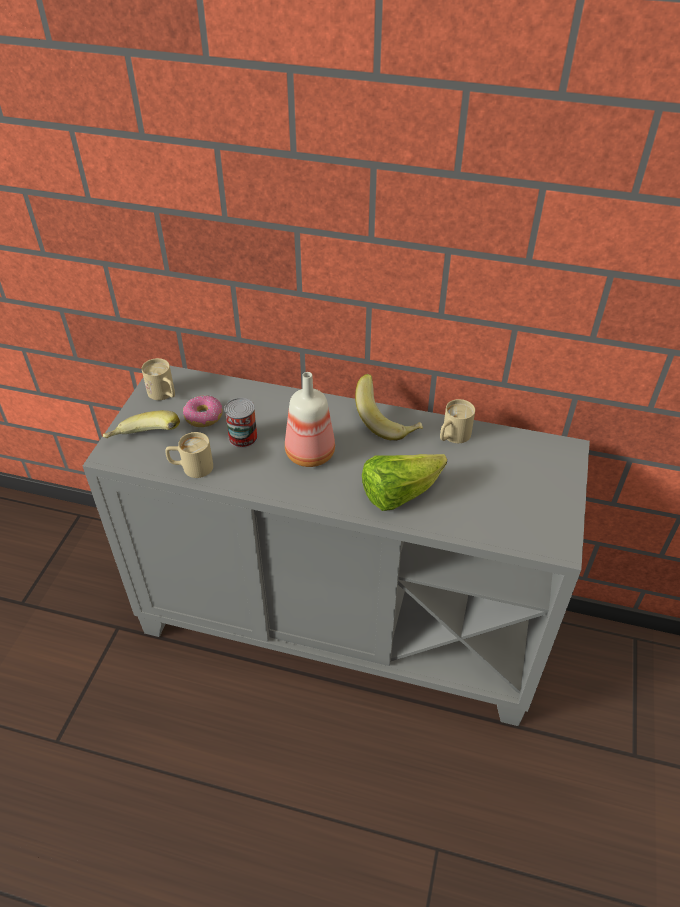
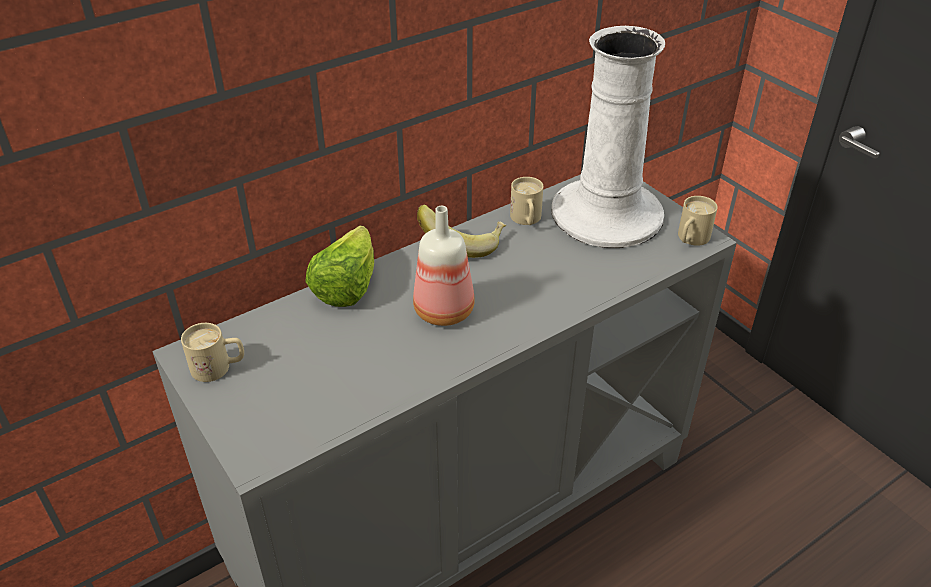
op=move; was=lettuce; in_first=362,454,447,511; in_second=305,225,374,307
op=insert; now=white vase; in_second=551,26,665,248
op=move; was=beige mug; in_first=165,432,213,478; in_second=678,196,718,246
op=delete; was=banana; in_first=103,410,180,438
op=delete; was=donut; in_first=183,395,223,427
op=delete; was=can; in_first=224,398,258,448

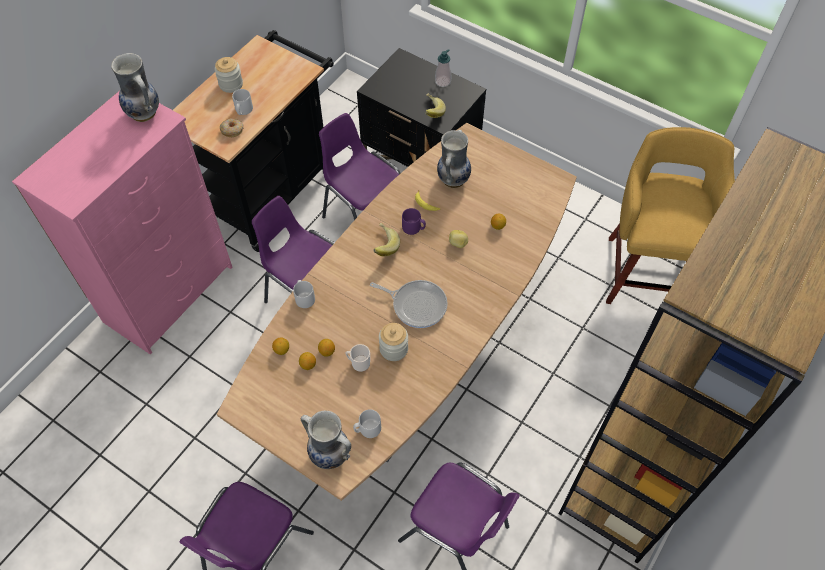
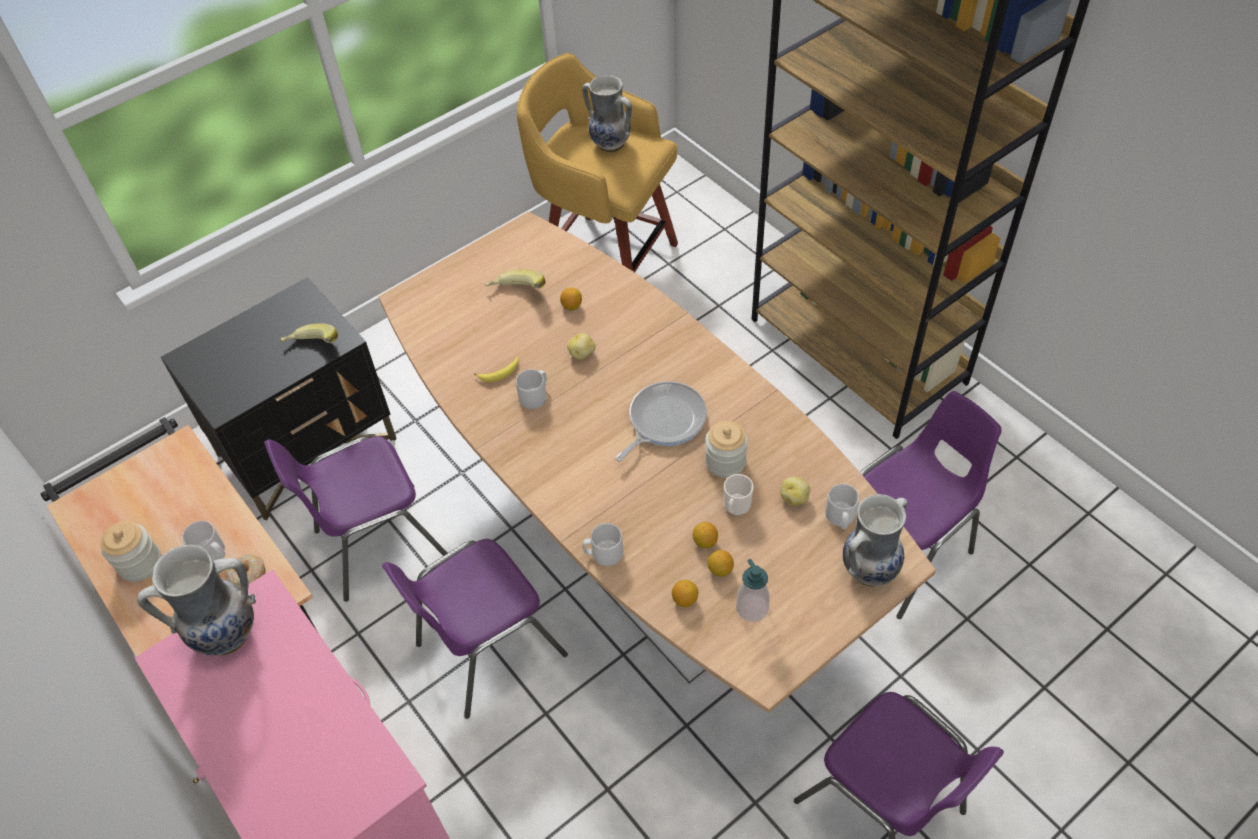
op=move; was=banana; in_first=374,223,400,256; in_second=485,269,545,289
op=recolor; was=purple mug; now=grey mug; in_first=402,208,426,235; in_second=516,369,547,409
op=move; was=vase; in_first=437,130,471,188; in_second=582,75,632,153
op=move; was=soap dispenser; in_first=435,49,451,87; in_second=736,559,769,622
op=insert; now=potato; in_second=780,477,810,506

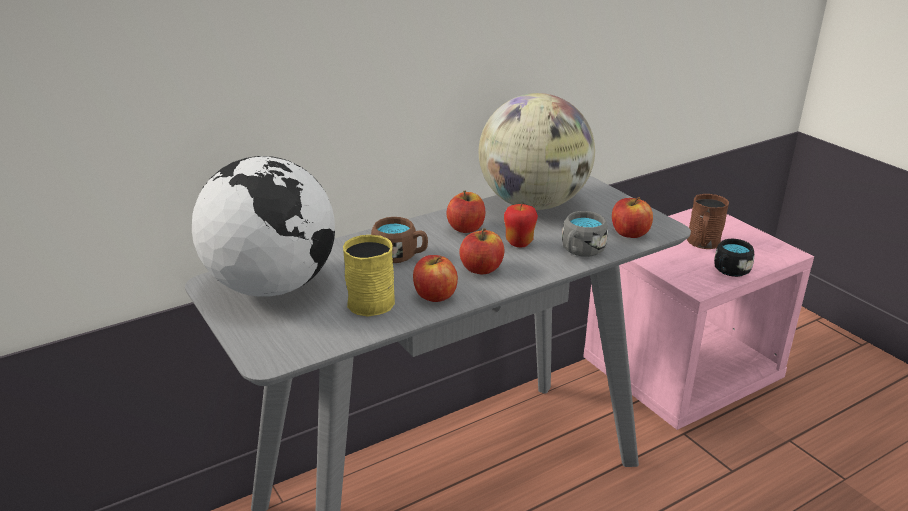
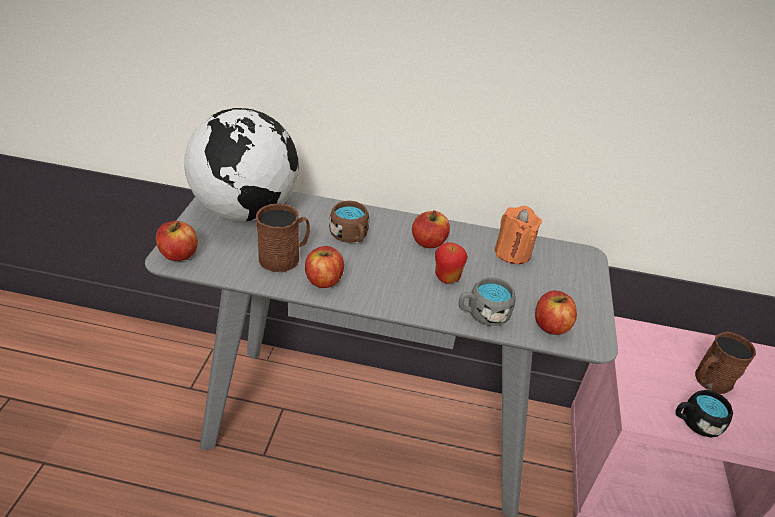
op=move; was=apple; in_first=459,228,504,274; in_second=156,221,198,261
op=recolor; was=yellow mug; now=brown mug; in_first=343,235,395,317; in_second=256,203,310,272
op=replace; was=globe; now=orange candle; in_first=479,93,595,210; in_second=495,206,542,264

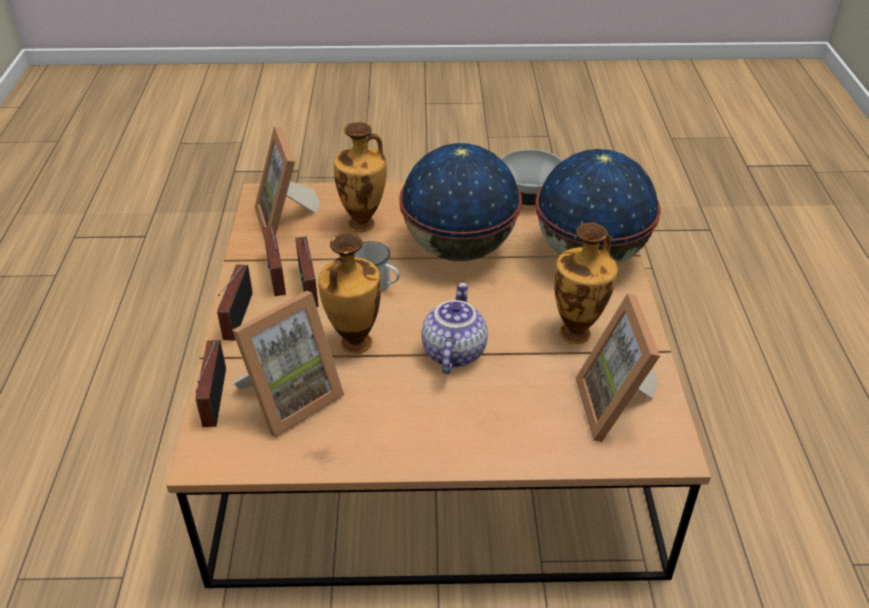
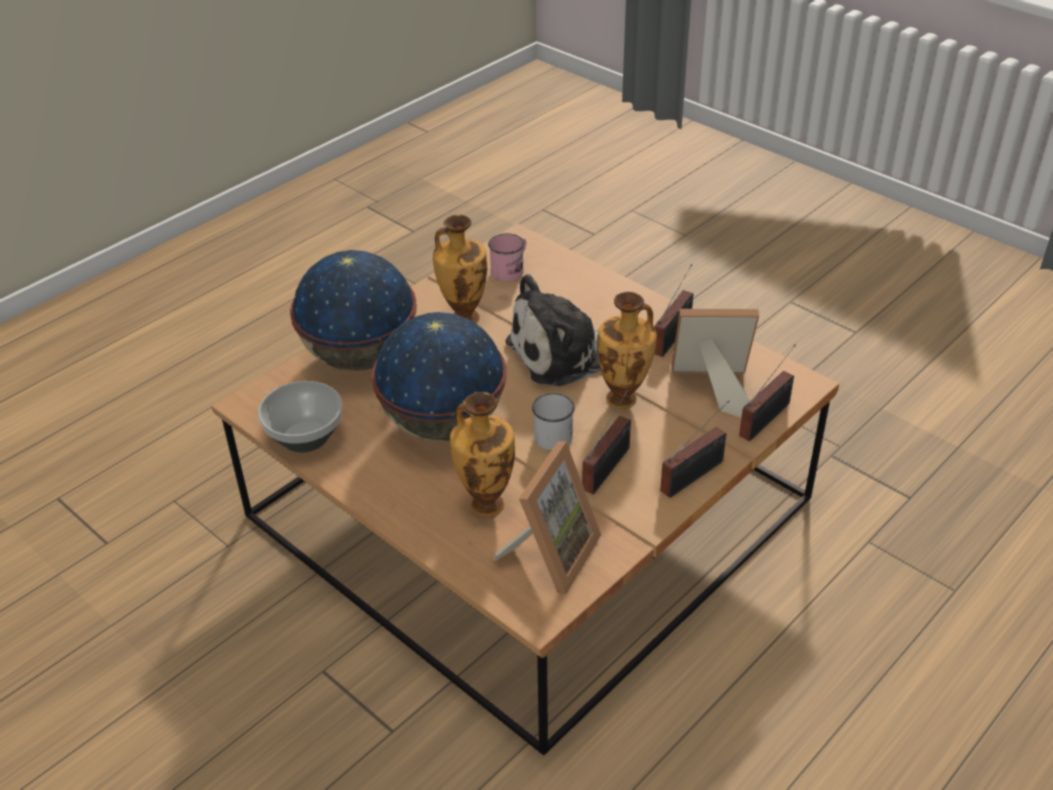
op=replace; was=picture frame; now=pink mug; in_first=575,293,660,442; in_second=488,233,526,282
op=replace; was=teapot; now=plush toy; in_first=422,283,488,374; in_second=505,274,601,386
op=move; was=radio; in_first=263,226,286,296; in_second=654,264,694,357

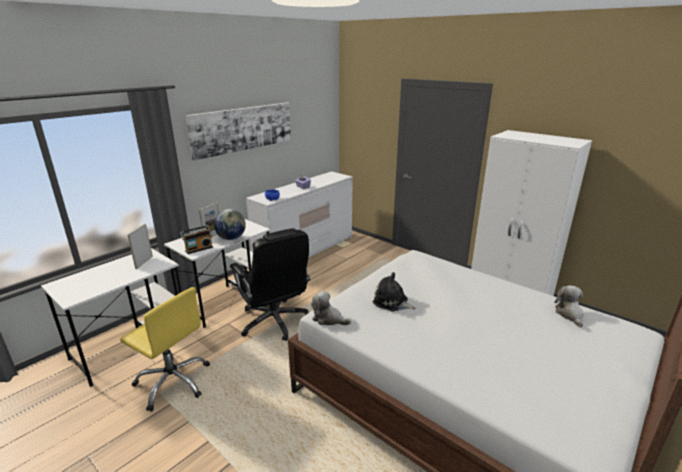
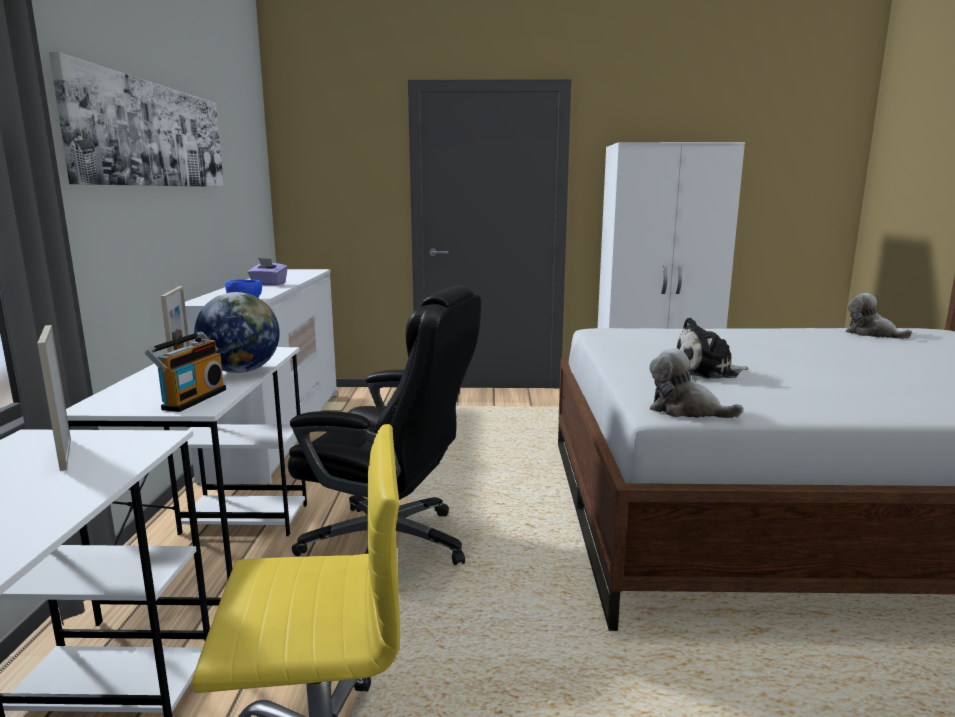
op=rotate; was=plush toy; in_first=311,291,351,325; in_second=649,348,743,418; clockwise=45

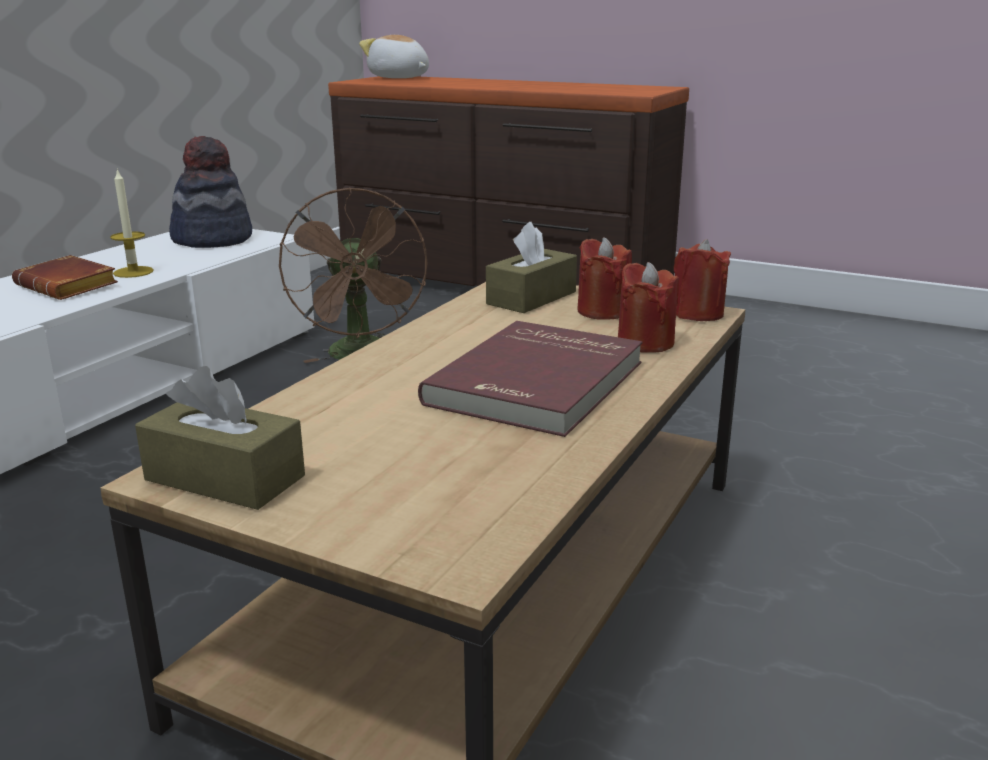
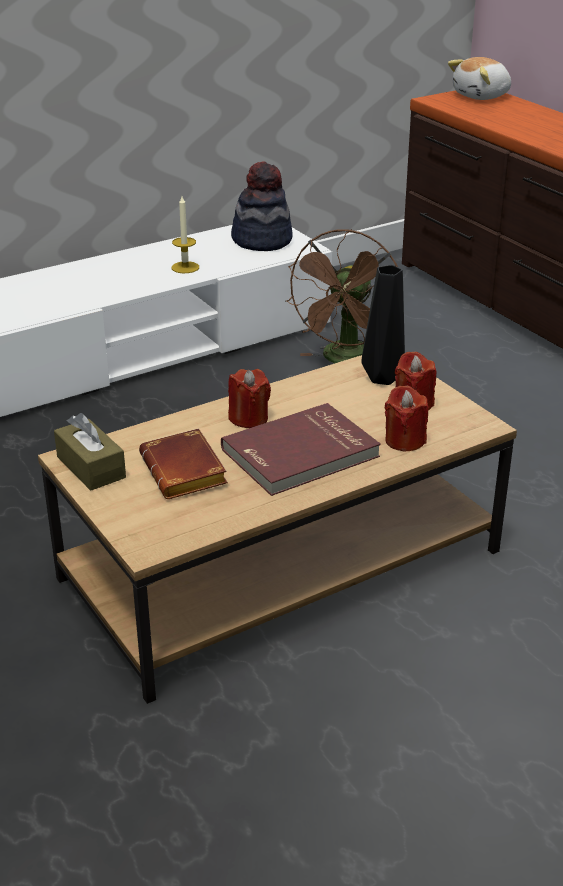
op=move; was=brown book; in_first=12,255,118,300; in_second=139,428,228,499
op=move; was=red candle; in_first=674,239,731,321; in_second=228,369,271,428
op=replace; was=brown tissue box; now=black vase; in_first=486,222,577,313; in_second=361,265,405,385
op=rotate; was=plush toy; in_first=359,35,429,78; in_second=448,57,511,100; clockwise=-105

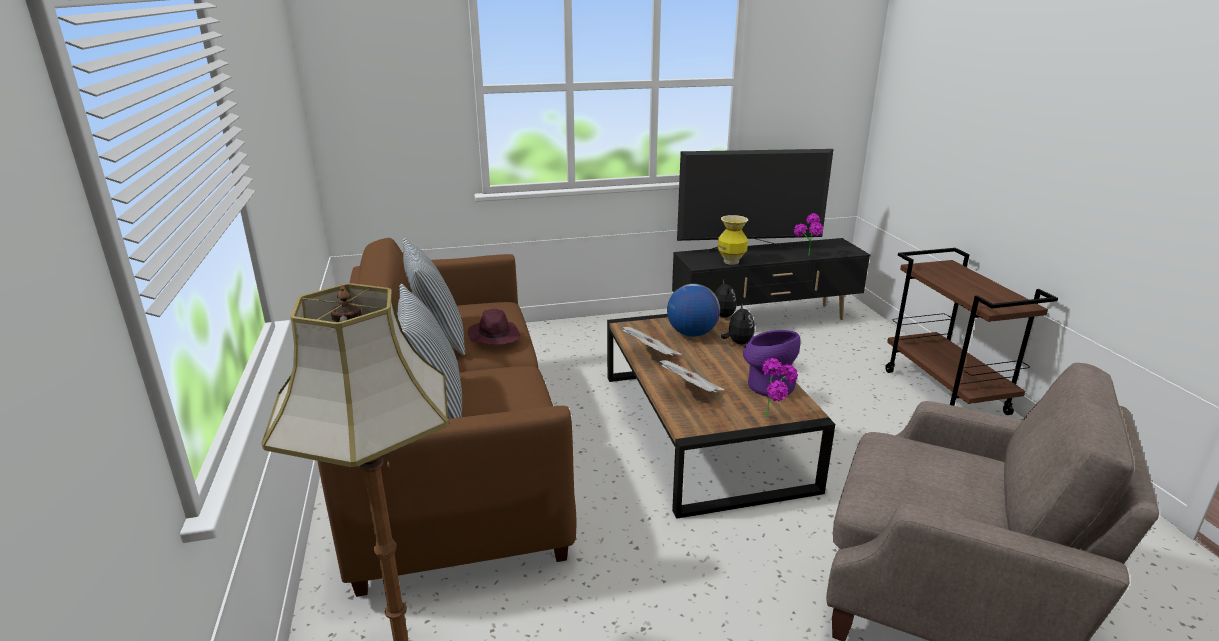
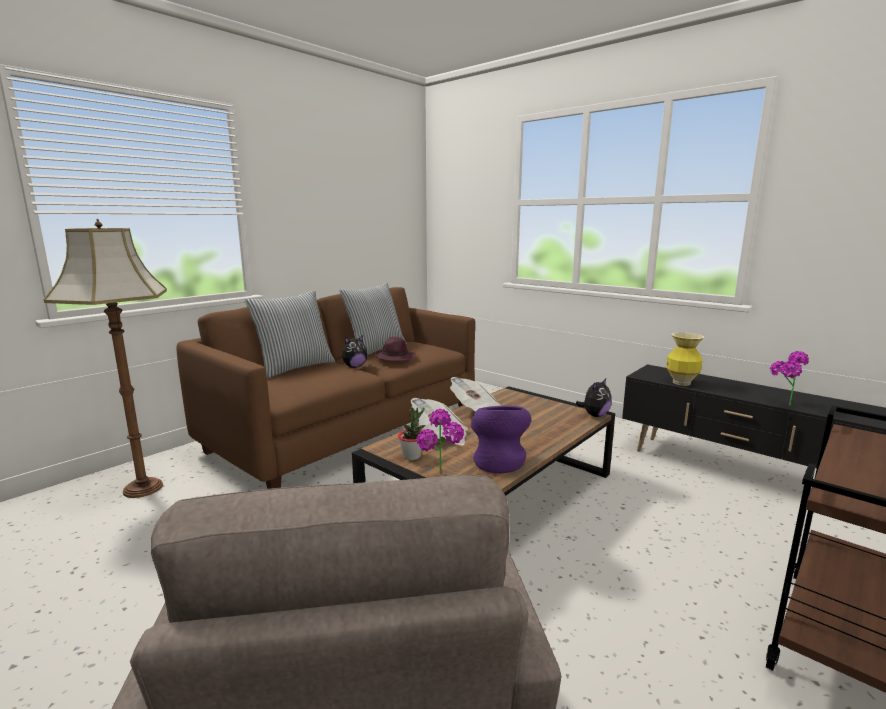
op=move; was=plush toy; in_first=721,303,755,345; in_second=342,335,367,368
op=insert; now=potted plant; in_second=398,408,425,460
op=delete; was=globe; in_first=667,284,720,337
op=delete; was=television; in_first=677,149,834,251

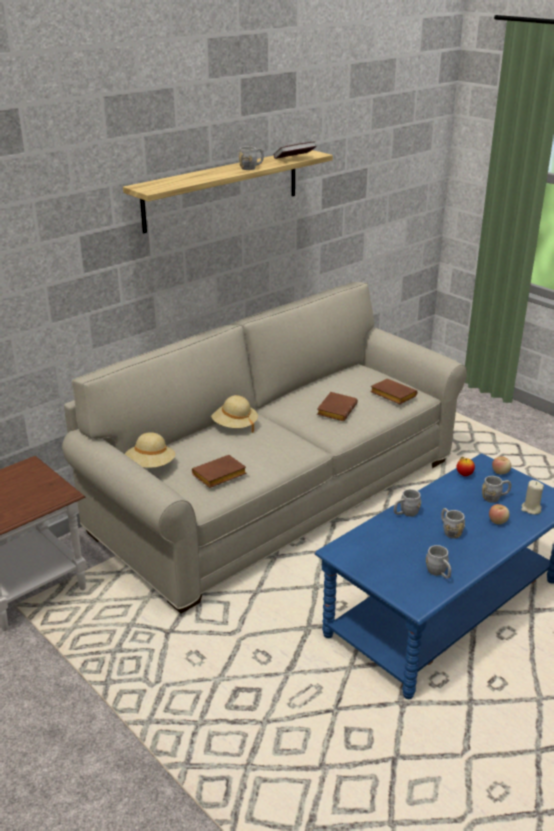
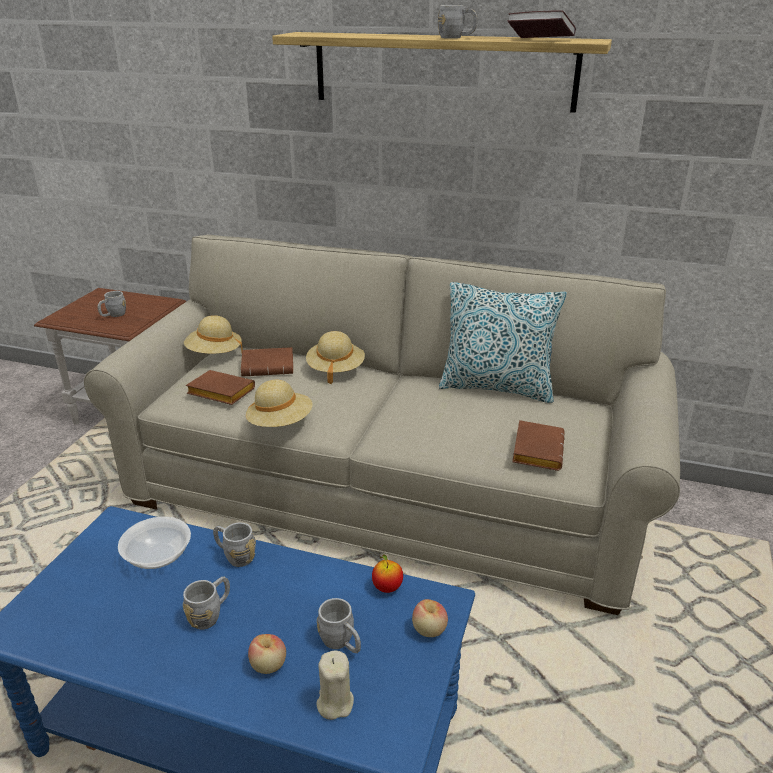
op=move; was=grey mug; in_first=426,545,451,579; in_second=98,291,126,317
op=insert; now=bowl; in_second=118,517,191,569
op=move; was=brown book; in_first=317,392,358,421; in_second=241,347,293,377
op=insert; now=beige hat; in_second=246,380,312,427
op=insert; now=pillow; in_second=439,282,567,403

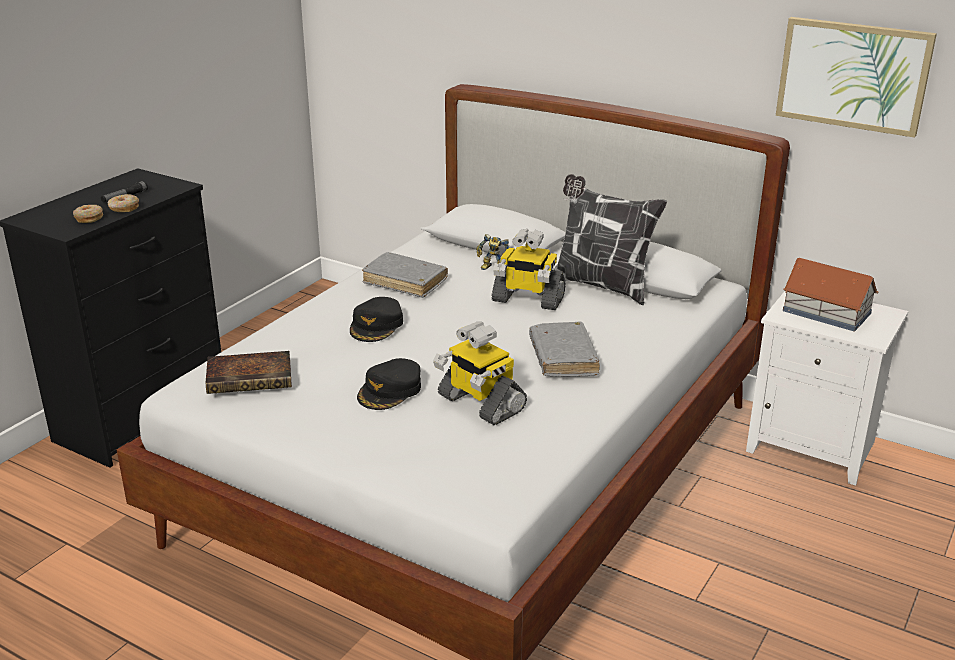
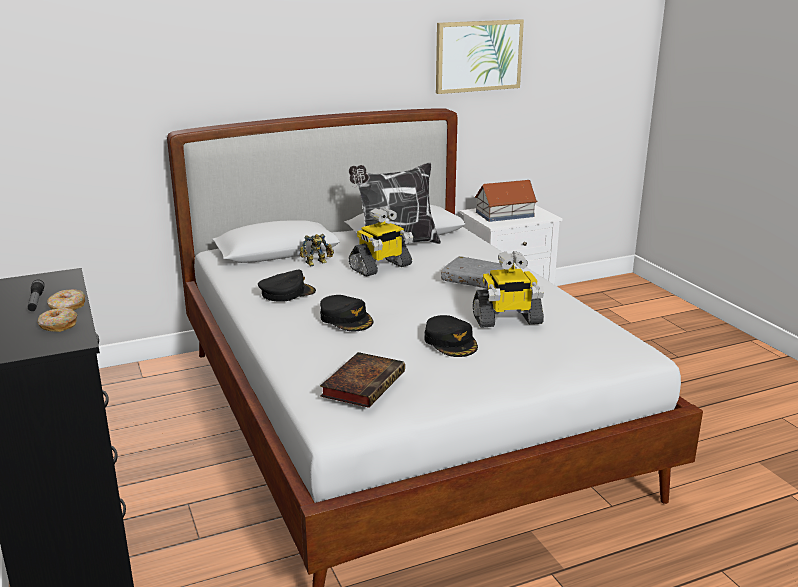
op=replace; was=grey book; now=black cap; in_first=362,252,448,298; in_second=258,270,316,302

